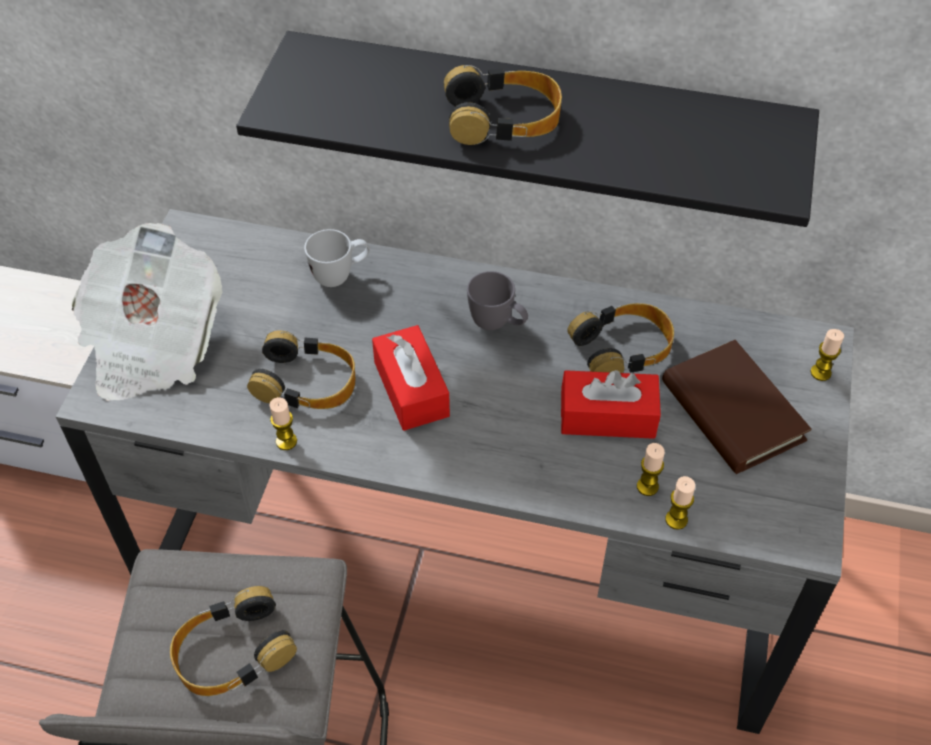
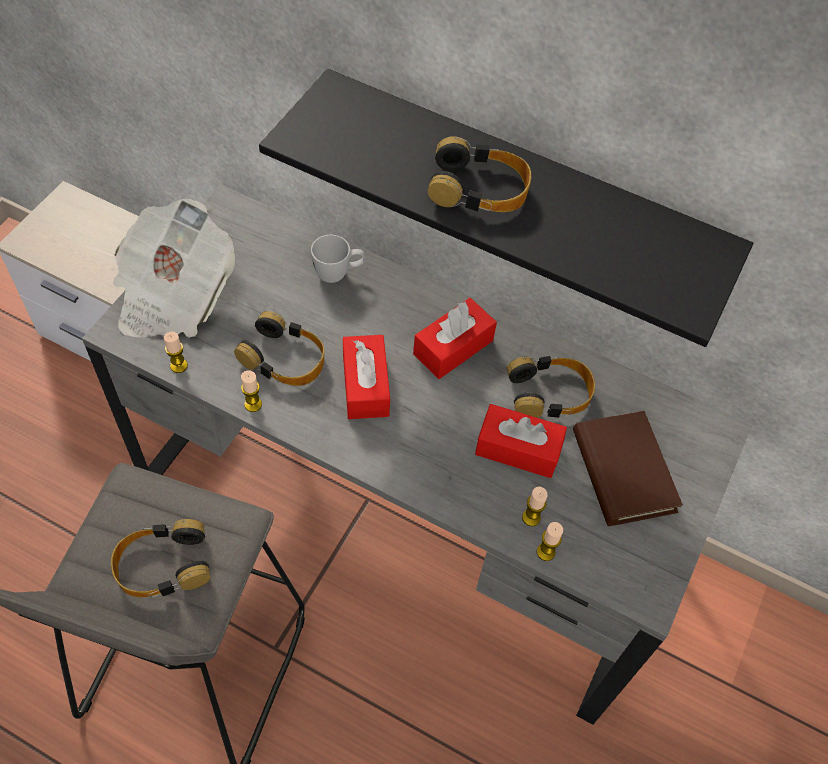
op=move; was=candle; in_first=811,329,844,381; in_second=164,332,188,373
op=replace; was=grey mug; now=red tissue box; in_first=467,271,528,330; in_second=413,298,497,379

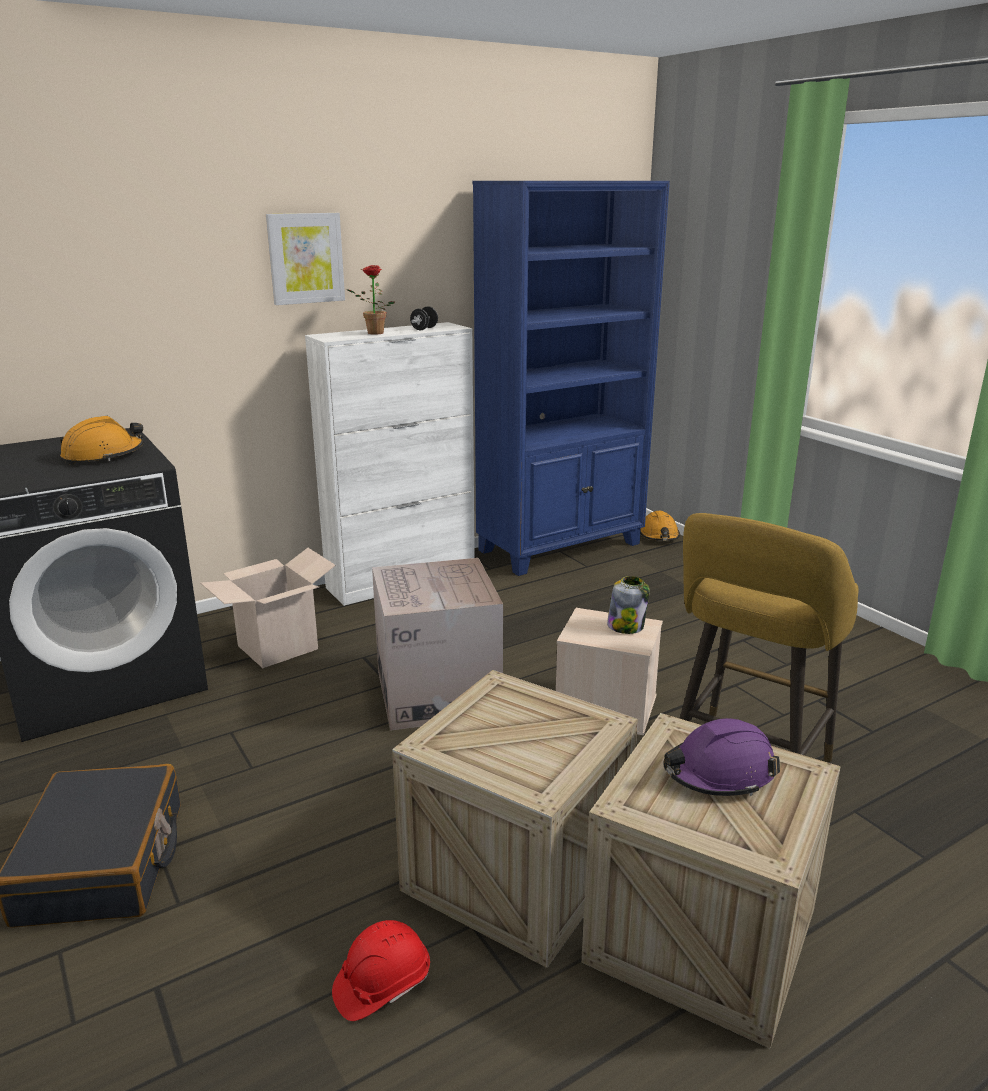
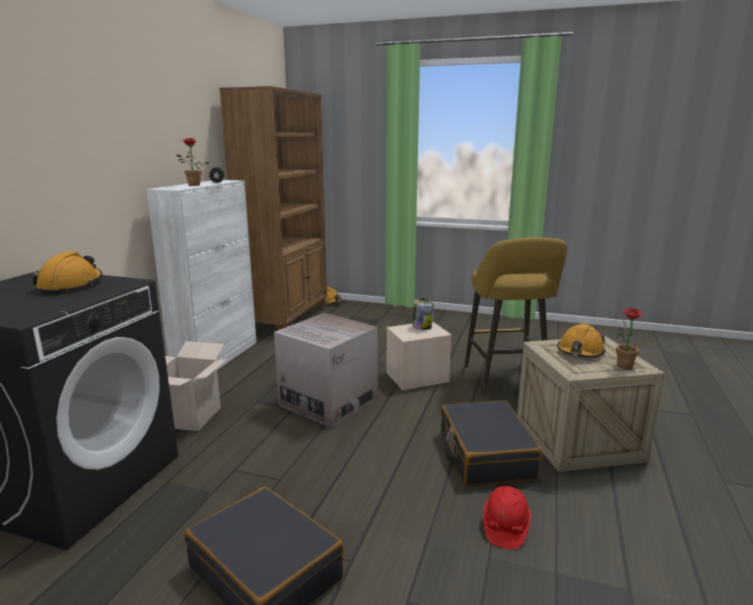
op=recolor; was=blue bookcase; now=brown bookcase; in_first=473,181,670,576; in_second=219,86,327,331
op=replace; was=crate; now=black suitcase; in_first=392,670,638,968; in_second=441,400,542,486
op=recolor; was=purple hard hat; now=orange hard hat; in_first=663,718,780,796; in_second=557,324,606,358
op=insert; now=potted plant; in_second=615,308,652,369
op=delete; was=picture; in_first=266,213,345,305

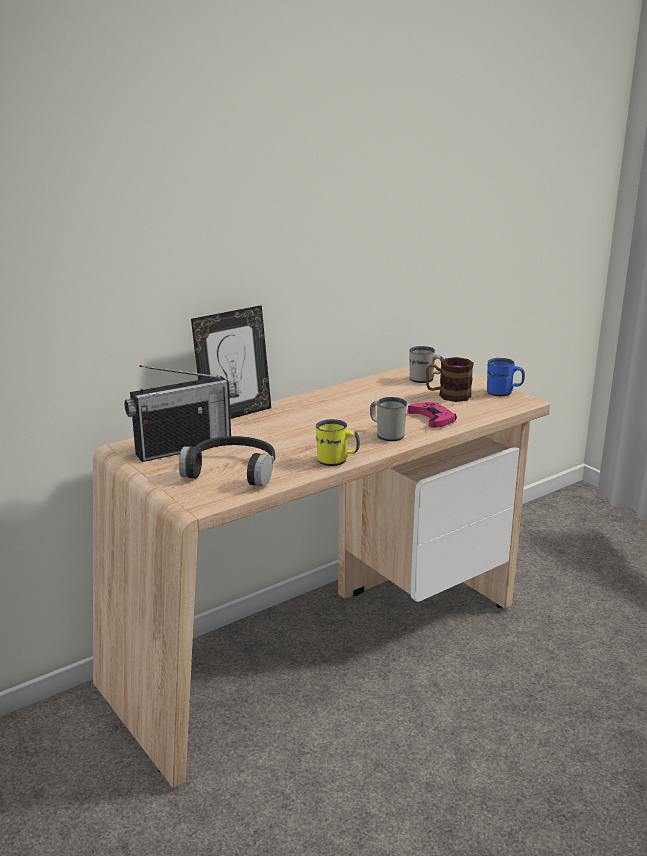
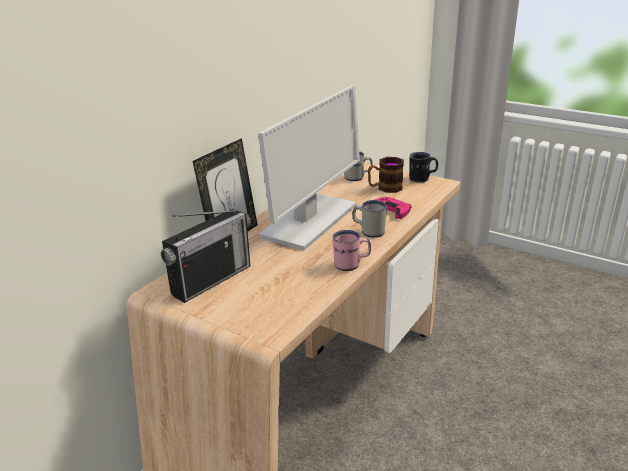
op=insert; now=monitor; in_second=258,85,360,250
op=recolor; was=yellow mug; now=pink mug; in_first=316,419,360,466; in_second=333,230,371,271
op=recolor; was=blue mug; now=black mug; in_first=487,358,525,396; in_second=409,152,438,183
op=delete; was=black headphones; in_first=179,436,275,486

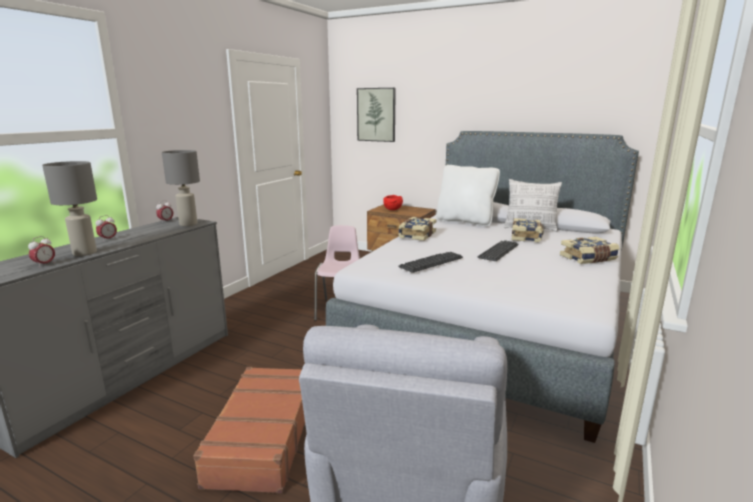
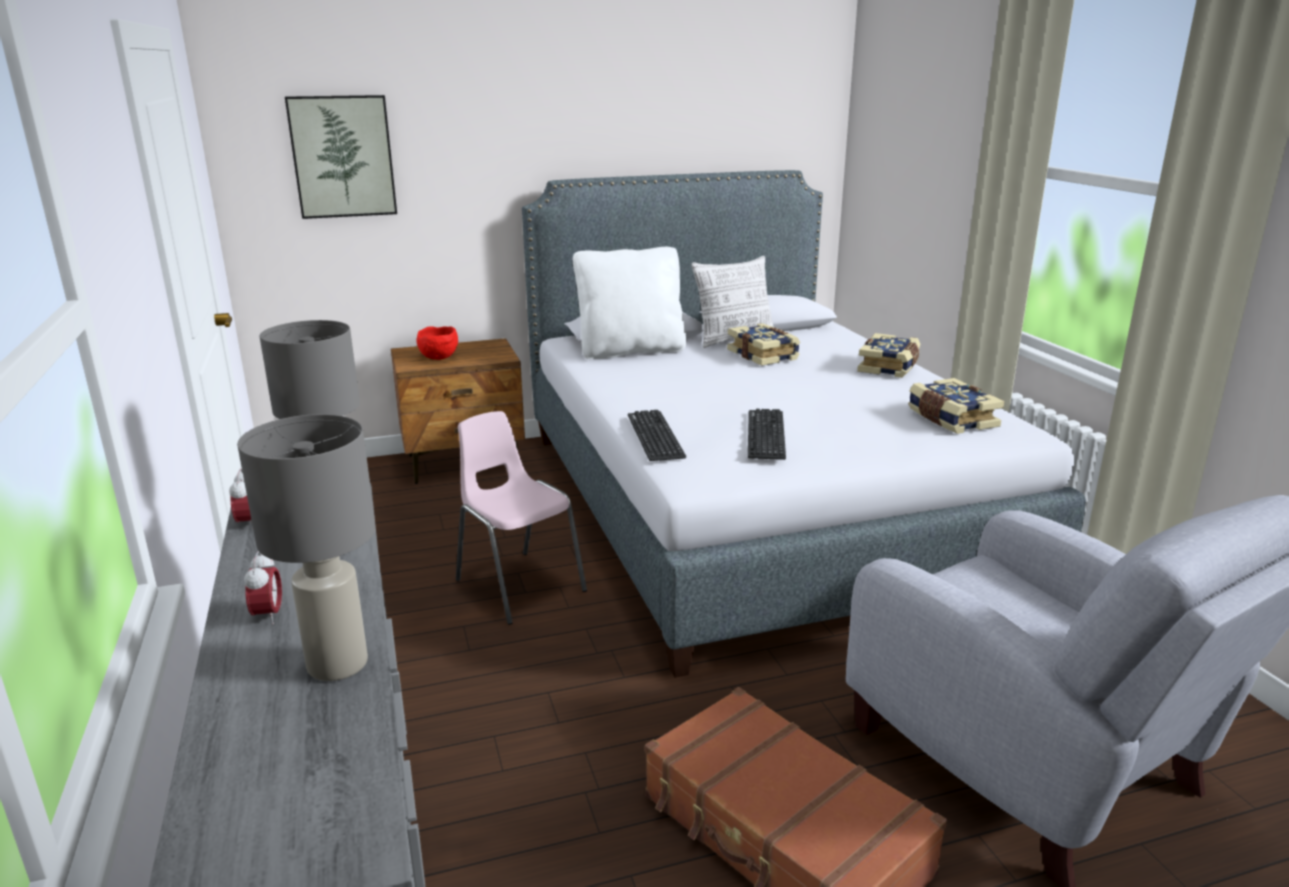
op=move; was=keyboard; in_first=477,240,519,261; in_second=628,410,686,461
op=move; was=book; in_first=398,217,437,241; in_second=908,378,1004,434
op=delete; was=alarm clock; in_first=28,236,55,268

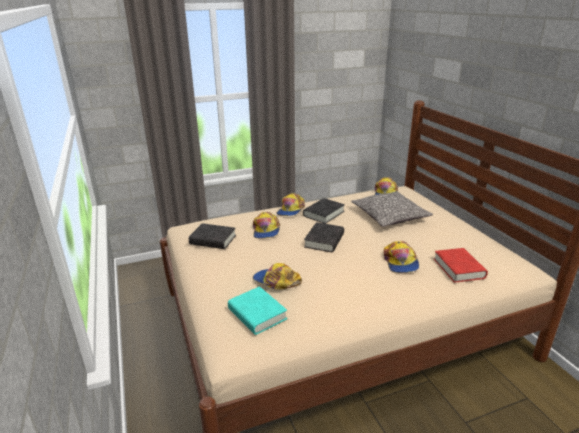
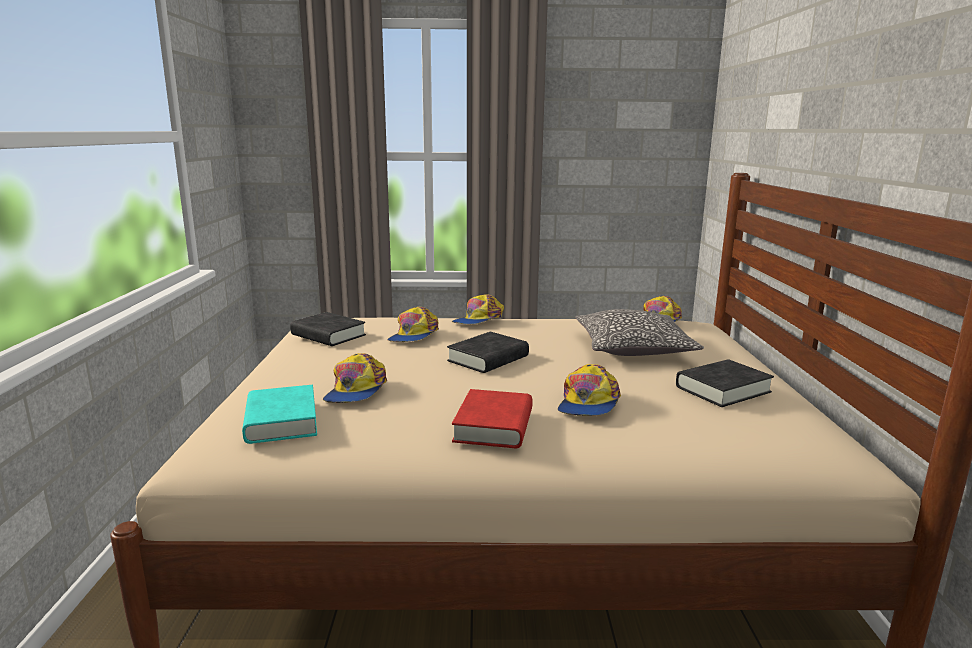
op=rotate; was=cap; in_first=253,263,302,290; in_second=323,353,387,403; clockwise=-135
op=move; was=red book; in_first=434,248,488,283; in_second=452,389,533,448
op=move; was=black book; in_first=303,198,345,224; in_second=676,359,774,407

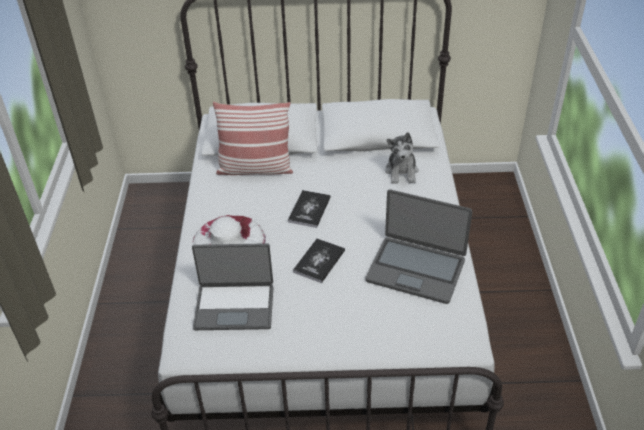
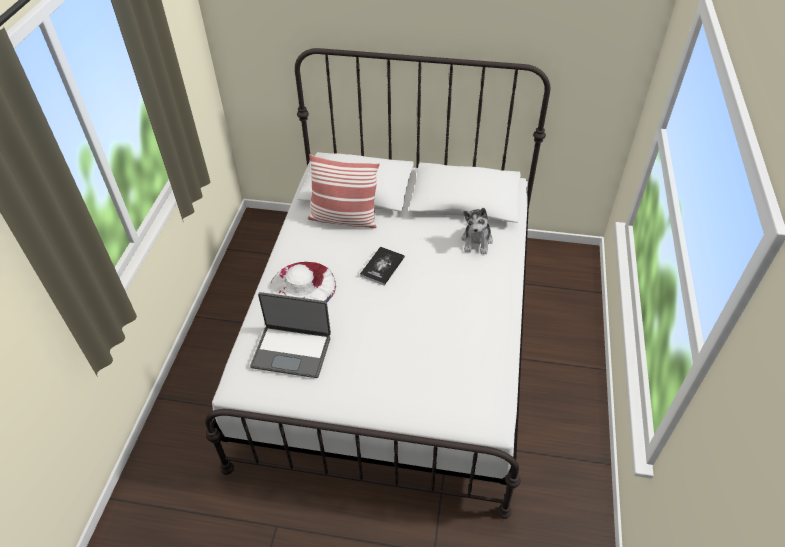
op=delete; was=book; in_first=293,238,345,283
op=delete; was=laptop; in_first=365,189,472,304

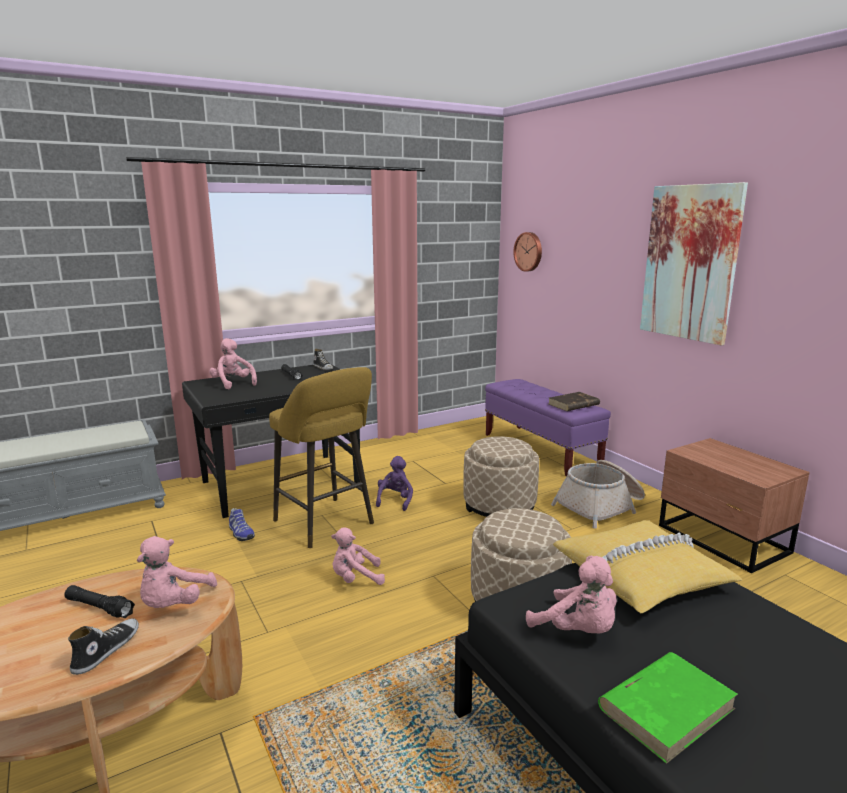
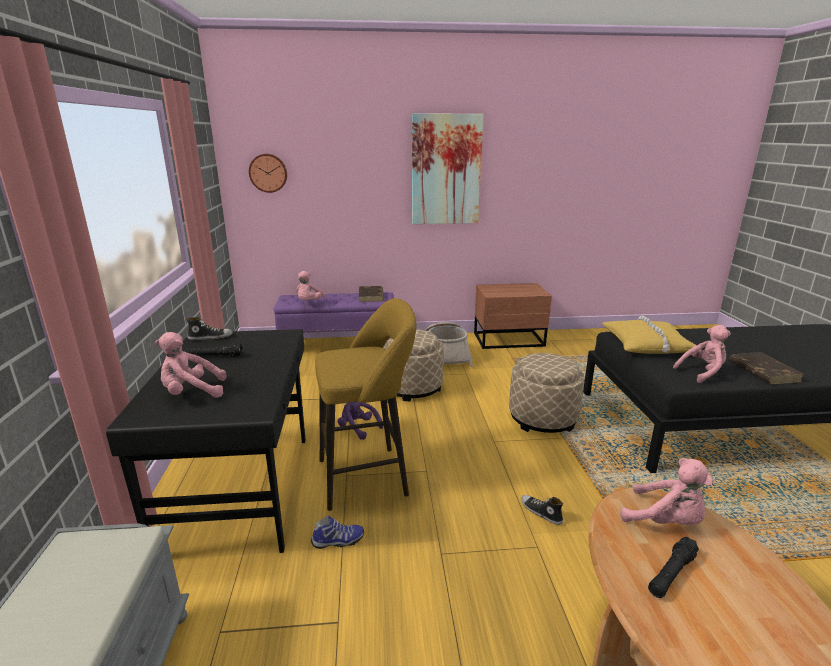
op=move; was=pink plush toy; in_first=331,527,385,585; in_second=297,271,326,300
op=move; was=shoe; in_first=68,619,139,675; in_second=521,495,563,525
op=recolor; was=green book; now=brown book; in_first=598,652,738,764; in_second=729,352,804,385

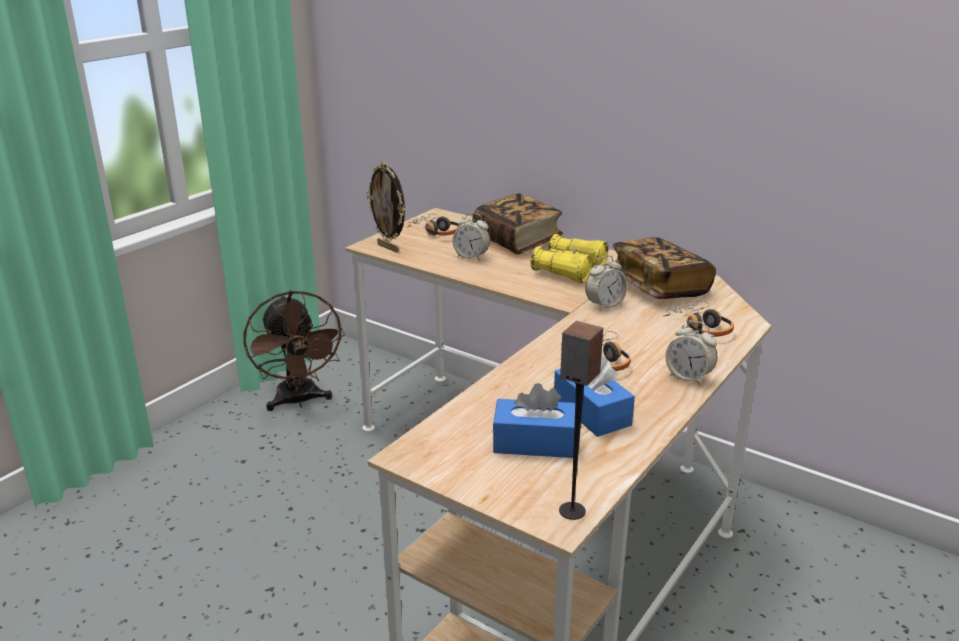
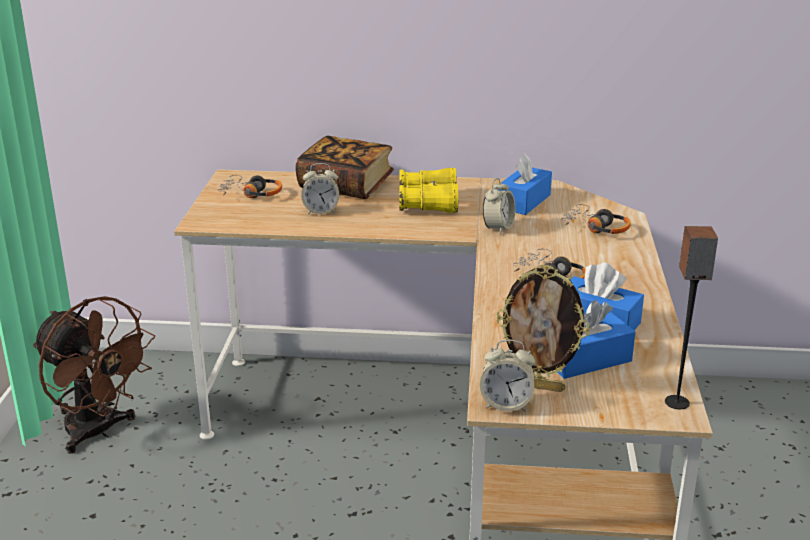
op=move; was=alarm clock; in_first=665,321,717,385; in_second=480,340,535,411
op=move; was=picture frame; in_first=366,162,405,253; in_second=497,264,590,392
op=replace; was=book; now=blue tissue box; in_first=609,237,716,299; in_second=499,153,552,215

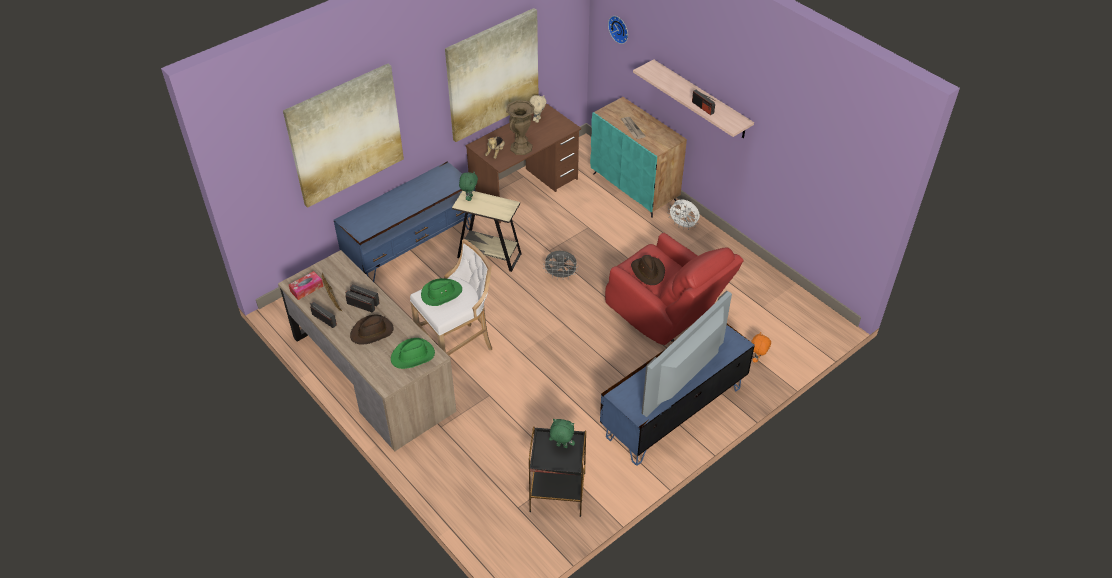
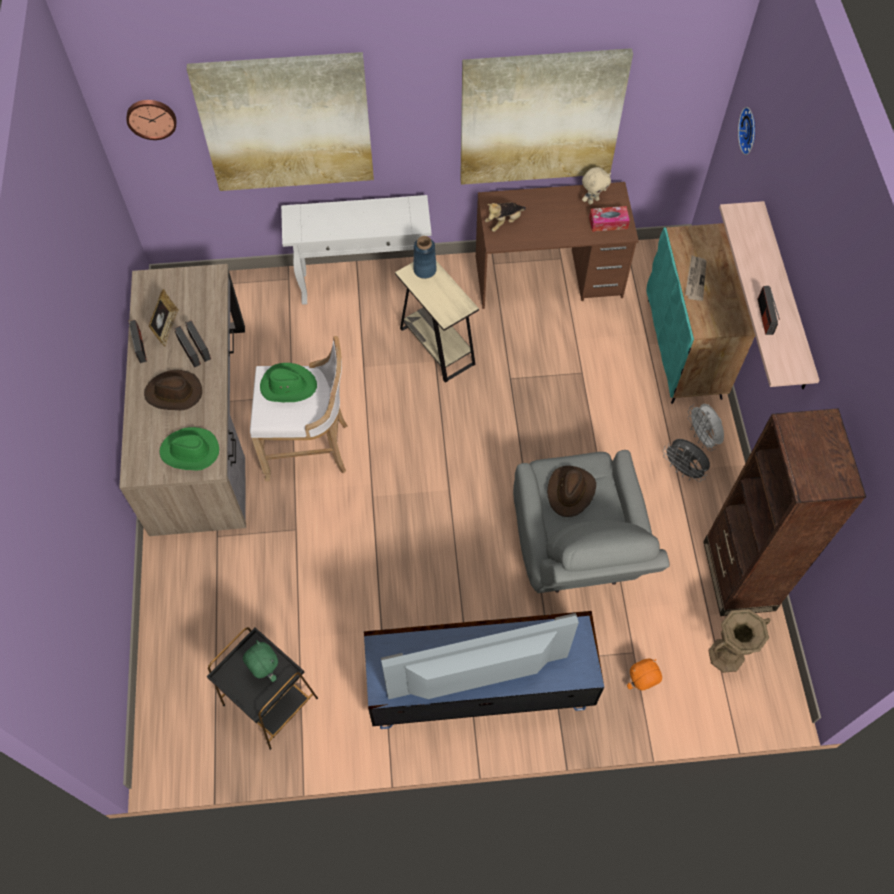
op=insert; now=wall clock; in_second=126,100,176,140
op=replace; was=blue tv stand; now=white console table; in_first=334,161,475,282; in_second=281,195,432,305
op=replace; was=green plush toy; now=blue vase; in_first=459,171,478,201; in_second=413,236,437,279
op=recolor; was=red armchair; now=grey armchair; in_first=605,233,744,345; in_second=513,450,670,593
op=move; was=tissue box; in_first=289,271,323,300; in_second=589,206,630,232
op=move; was=grey fan; in_first=543,251,577,280; in_second=663,439,710,482
op=insert; now=brown bookcase; in_second=703,408,866,616
op=move; was=brown vase; in_first=506,100,535,155; in_second=708,609,771,673

